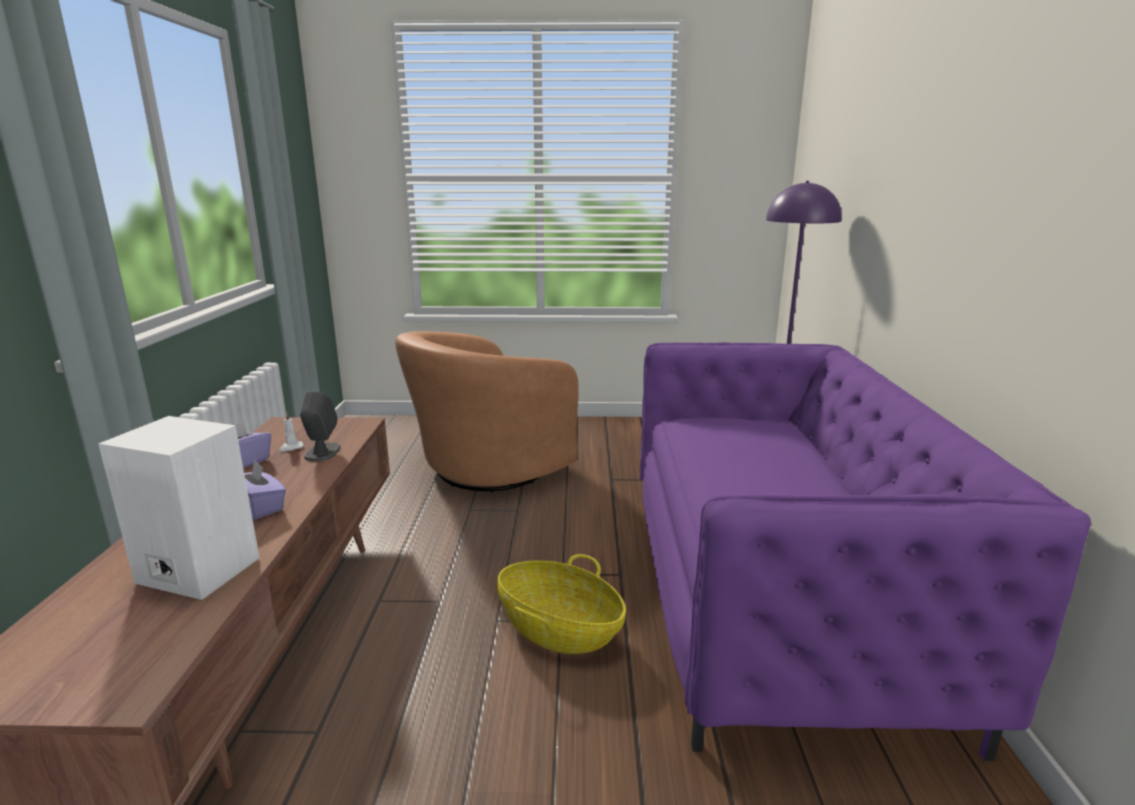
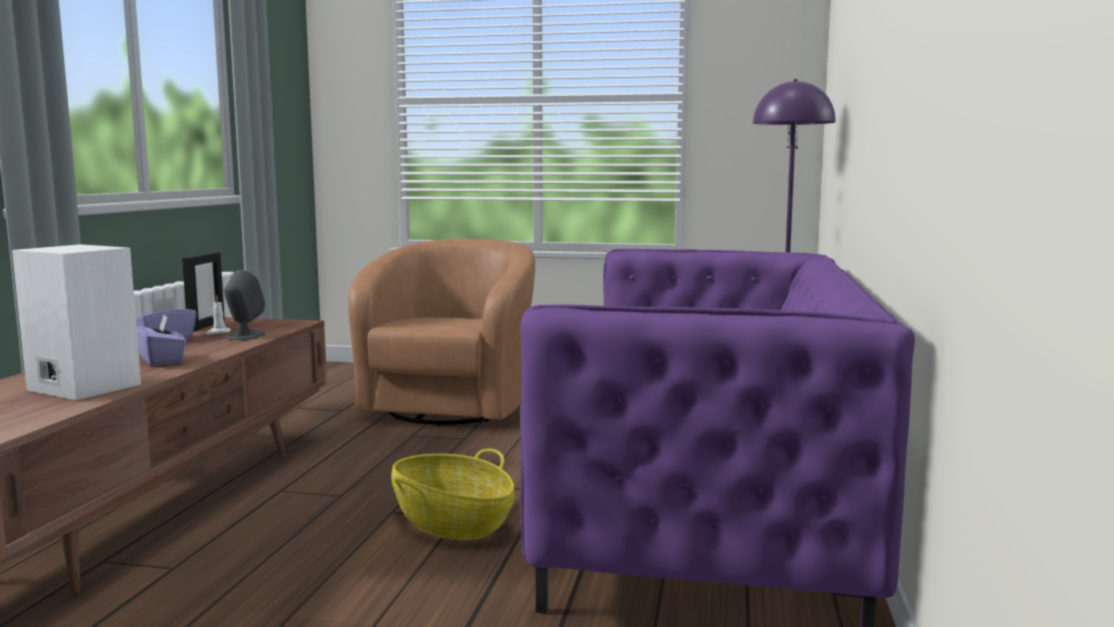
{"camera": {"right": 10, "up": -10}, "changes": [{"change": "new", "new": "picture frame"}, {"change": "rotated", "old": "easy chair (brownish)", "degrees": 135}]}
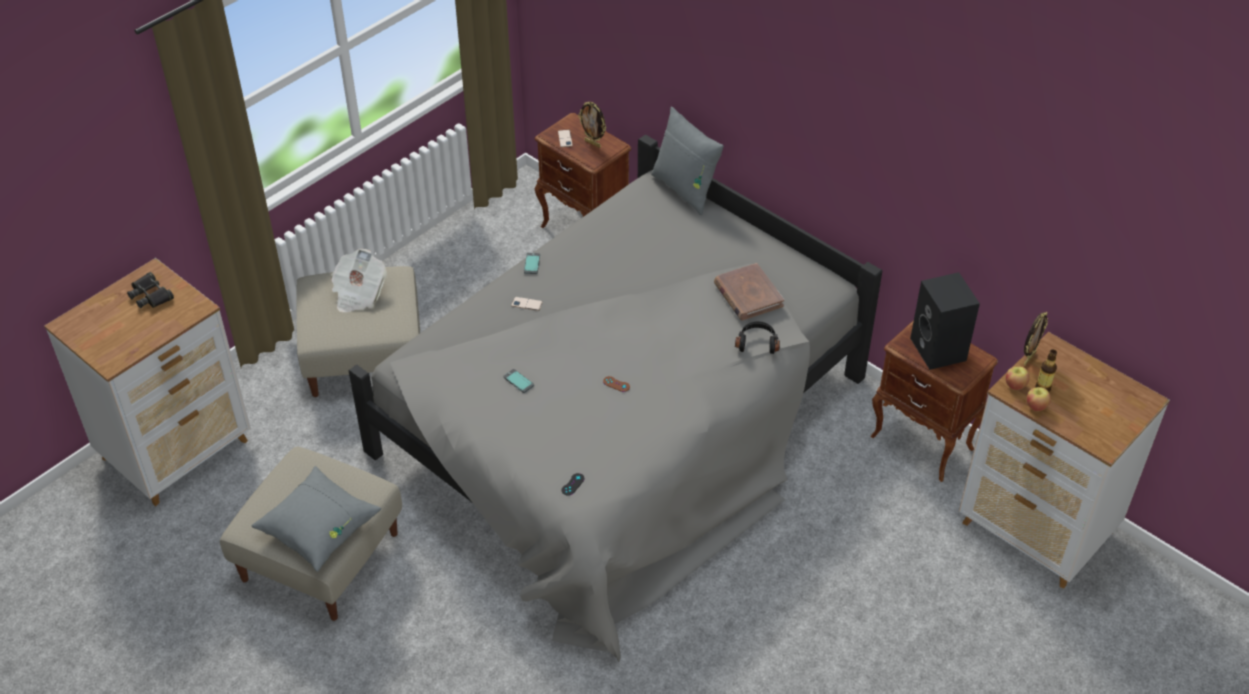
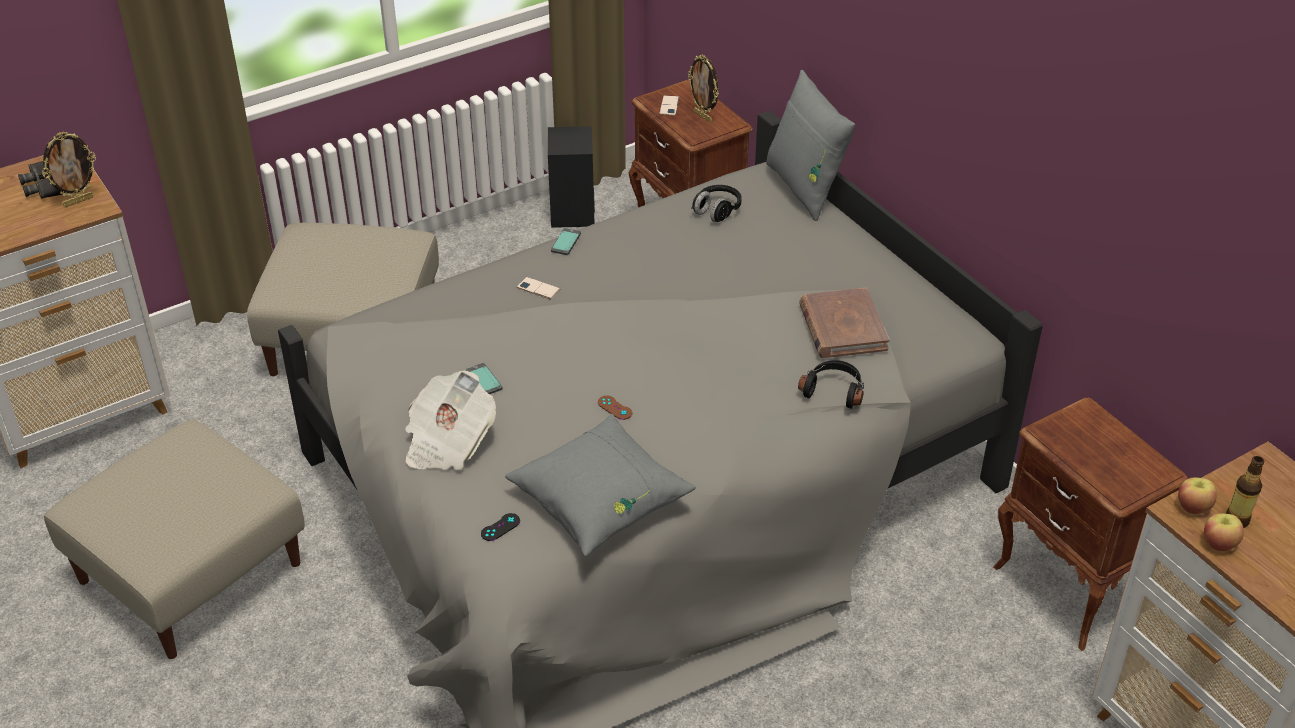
{"camera": {"right": 15, "up": -5}, "changes": [{"change": "shifted", "old": "picture frame (no. 2 from left in the first image)", "new": "picture frame (no. 1 from left)"}, {"change": "shifted", "old": "newspaper"}, {"change": "shifted", "old": "cushion (greyish) (no. 1 from left)"}, {"change": "shifted", "old": "speaker (black-coloured)"}, {"change": "new", "new": "headset (black-coloured) (no. 1 from left)"}]}
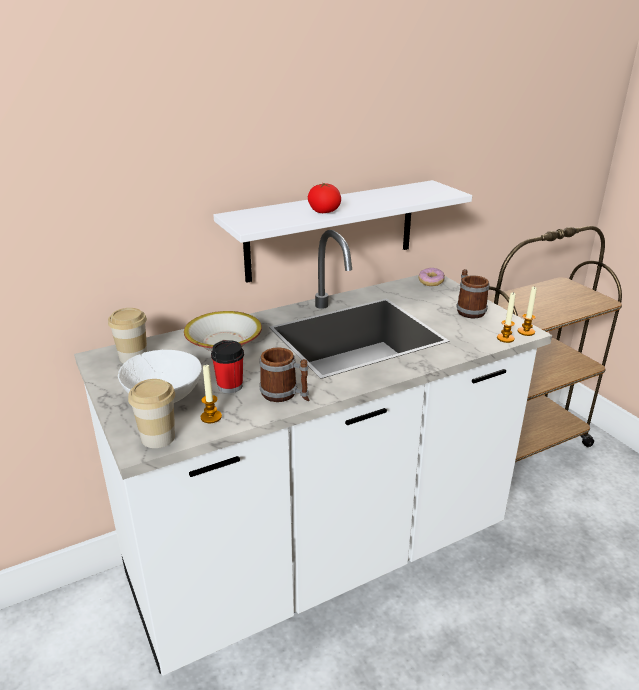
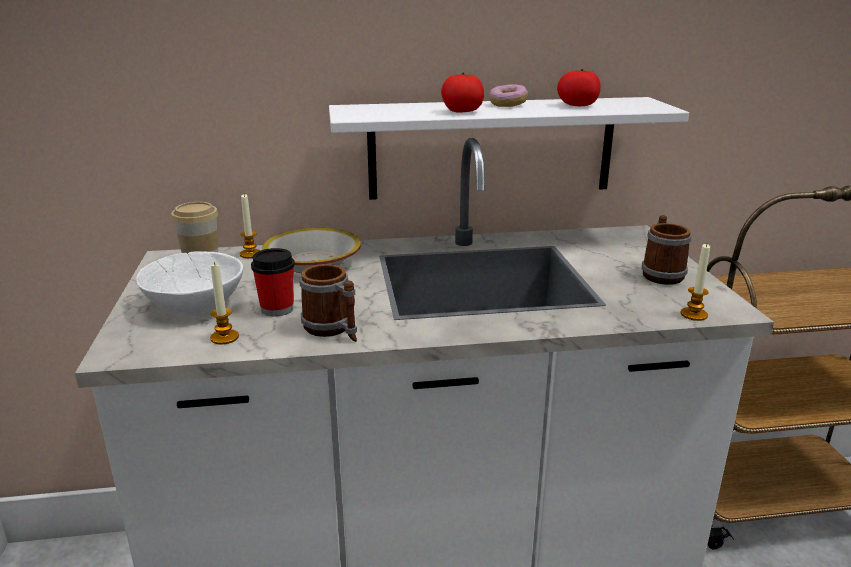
{"camera": {"right": 20, "up": -5}, "changes": [{"change": "shifted", "old": "wax light (no. 3 from left in the first image)", "new": "wax light (no. 2 from left)"}, {"change": "shifted", "old": "ring doughnut"}, {"change": "new", "new": "whole tomato (no. 2 from left)"}, {"change": "gone", "old": "drinking cup (no. 2 from left)"}]}
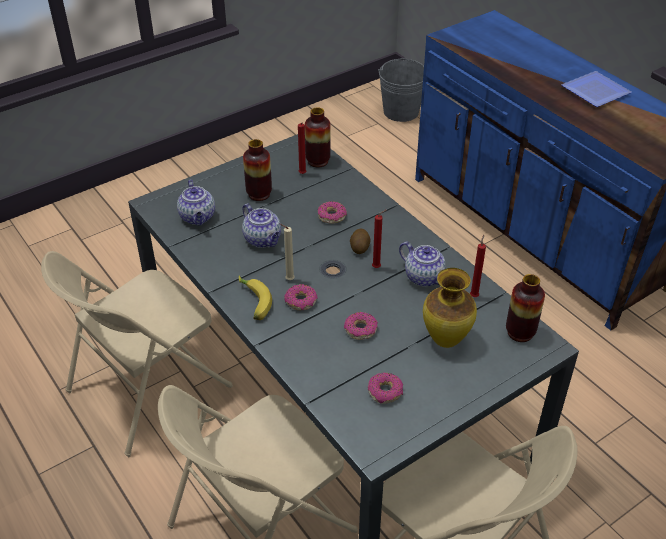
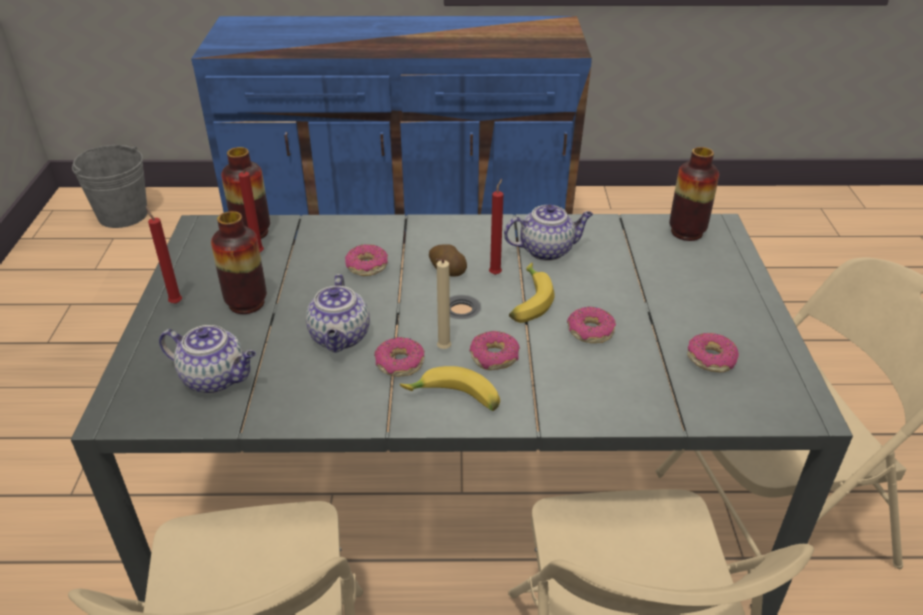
{"camera": {"right": -55, "up": -5}, "changes": [{"change": "shifted", "old": "wax light (red-coloured) (no. 3 from left in the first image)", "new": "wax light (red-coloured) (no. 1 from left)"}, {"change": "rotated", "old": "pot for tea (no. 2 from left)", "degrees": 90}, {"change": "new", "new": "ring doughnut (no. 2 from left)"}, {"change": "new", "new": "whole banana (no. 2 from left)"}, {"change": "gone", "old": "decorative vase (no. 3 from left)"}, {"change": "gone", "old": "flat dish"}]}
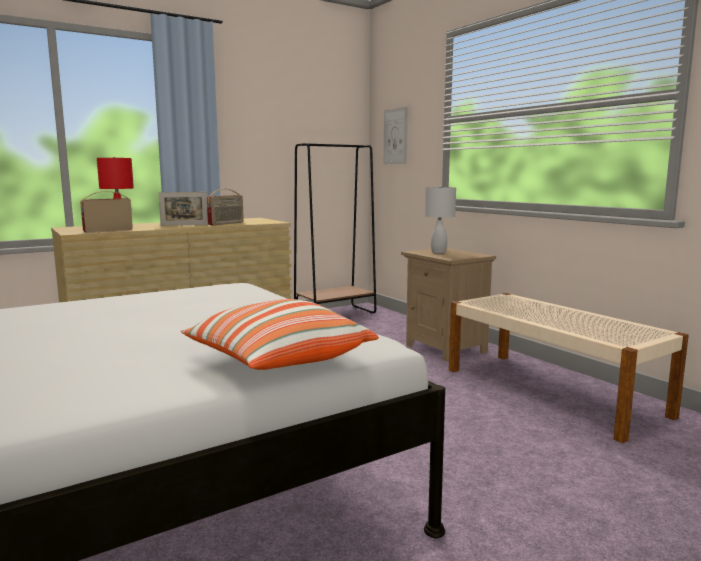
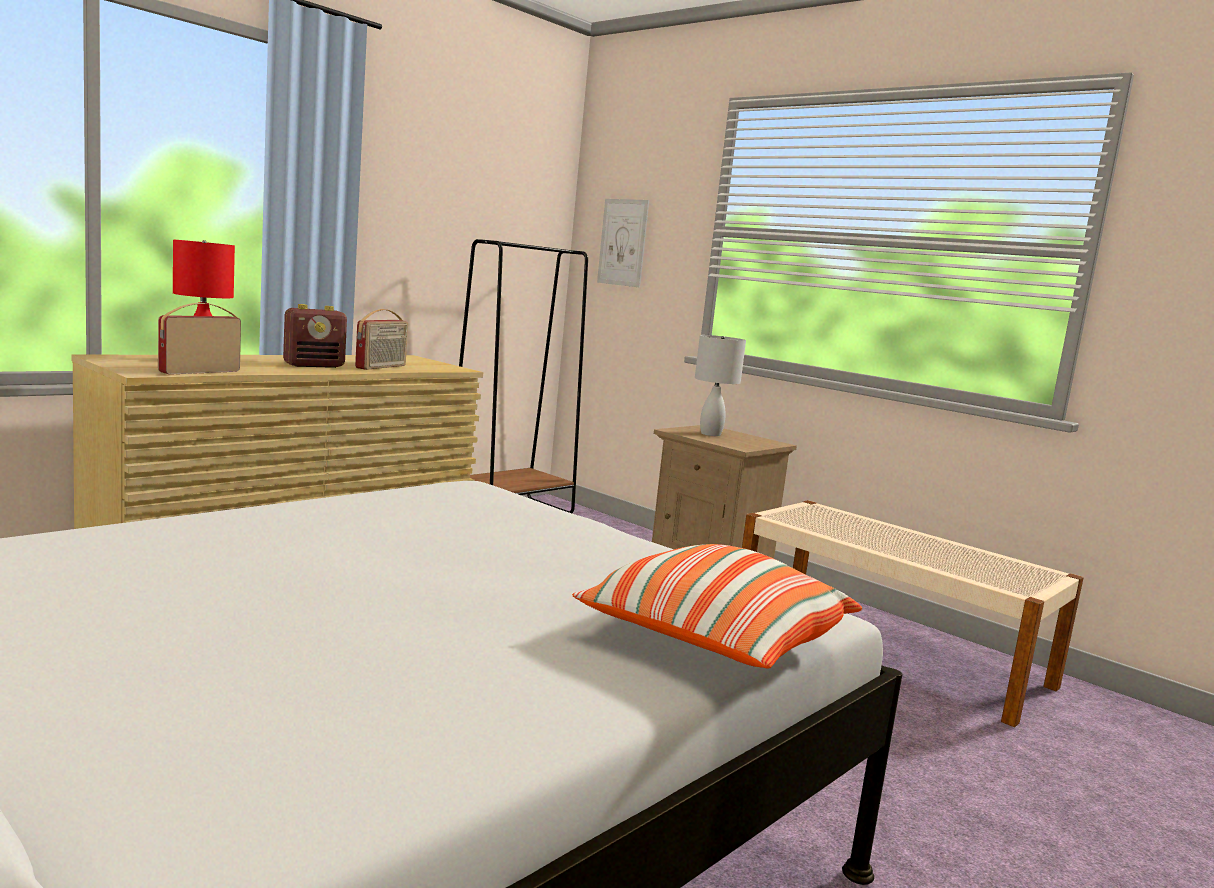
{"camera": {"right": -15, "up": 0}, "changes": [{"change": "swapped", "old": "picture frame", "new": "radio (no. 2 from left)"}]}
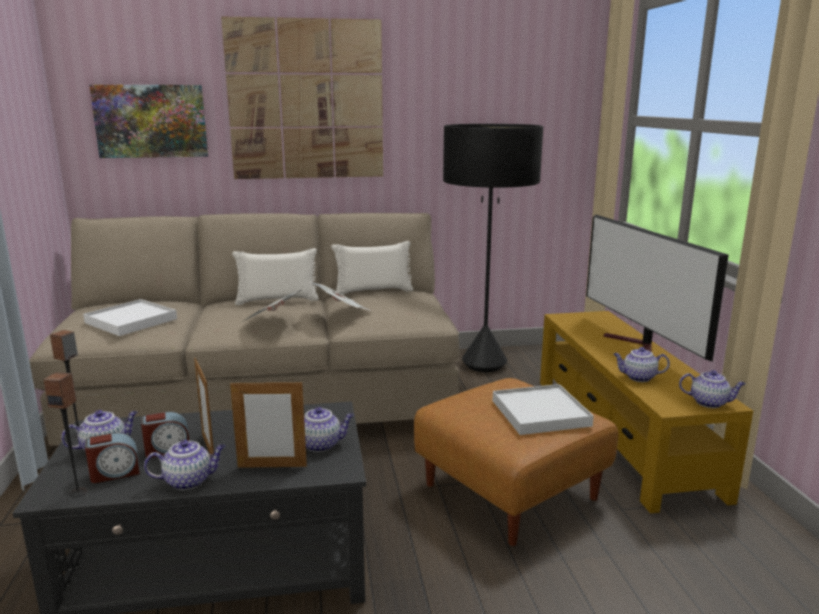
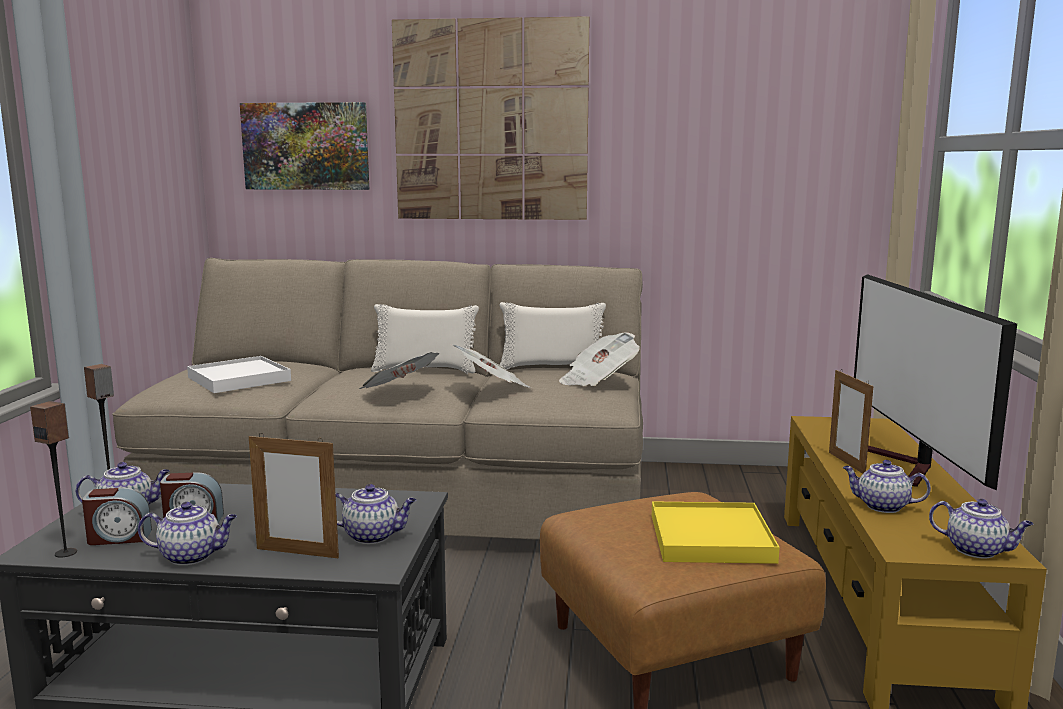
{"camera": {"right": 15, "up": -5}, "changes": [{"change": "new", "new": "newspaper (no. 3 from left)"}, {"change": "repainted", "old": "serving tray (whitish) (no. 2 from left)", "new": "serving tray (yellow)"}, {"change": "shifted", "old": "picture frame (no. 1 from left in the first image)", "new": "picture frame (no. 2 from left)"}, {"change": "gone", "old": "floor lamp (black-coloured)"}]}
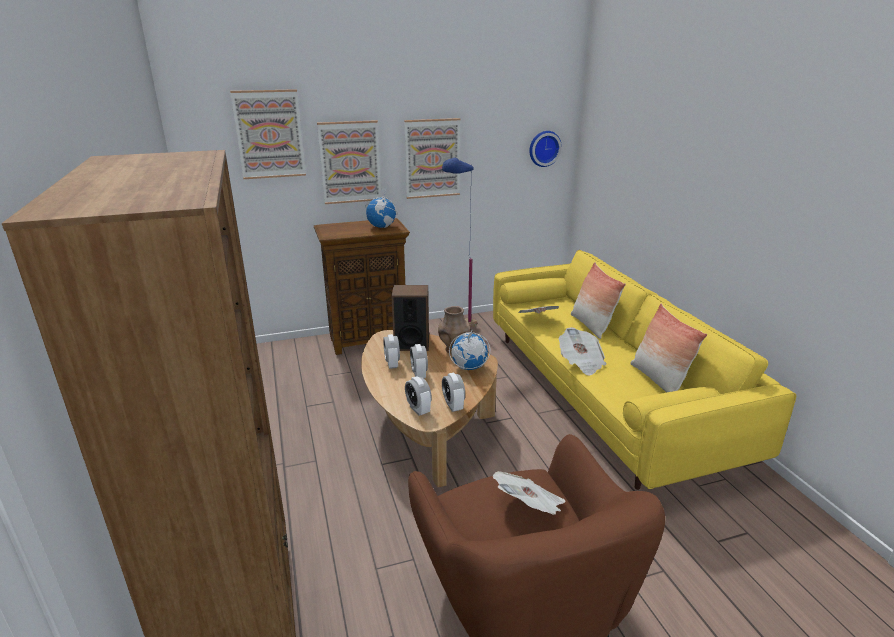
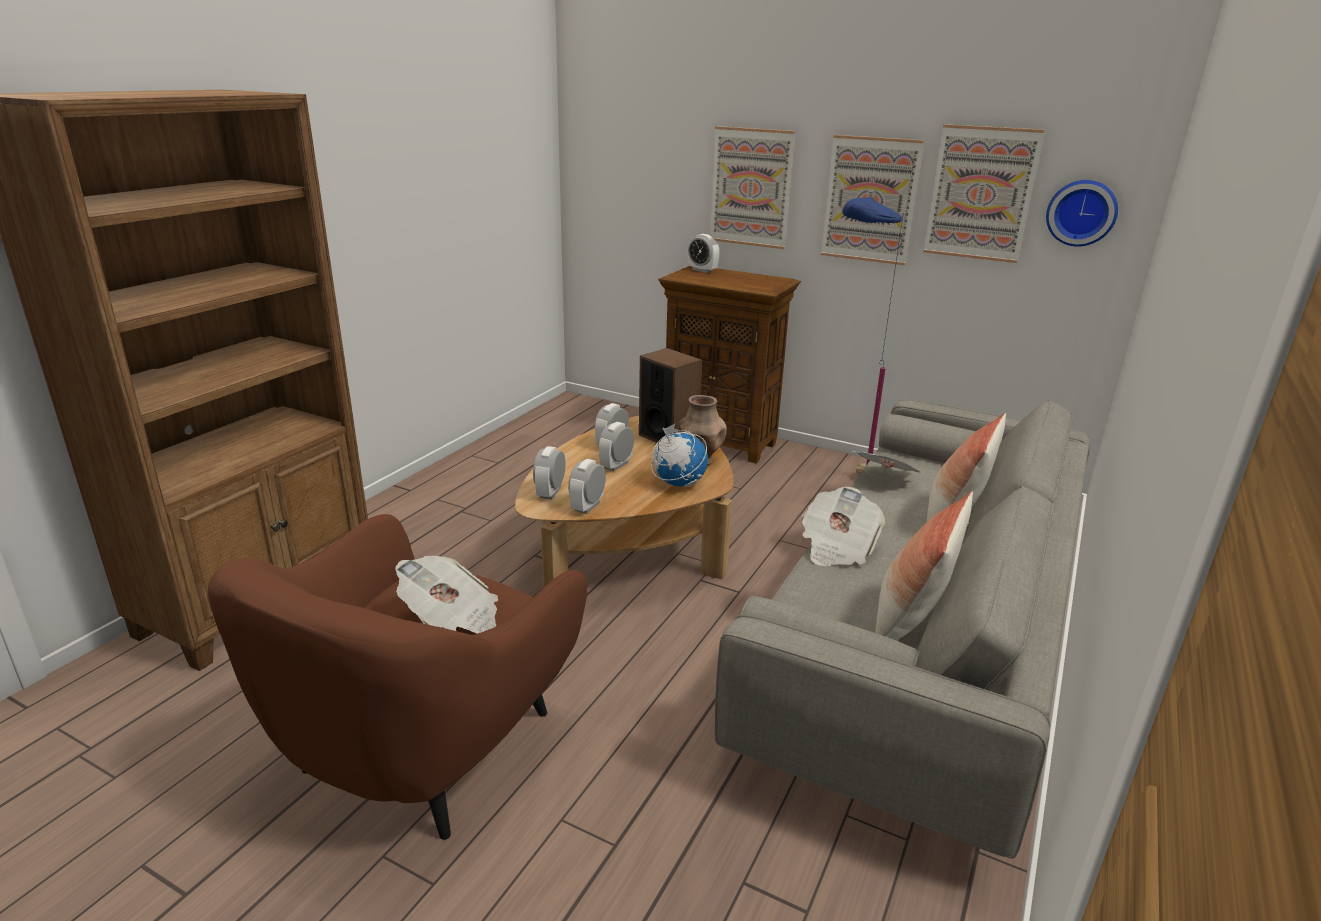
{"camera": {"right": 45, "up": 0}, "changes": [{"change": "new", "new": "alarm clock (no. 5 from left)"}, {"change": "repainted", "old": "sofa (yellow)", "new": "sofa (greyish)"}, {"change": "shifted", "old": "wall art (no. 1 from left in the first image)", "new": "wall art (no. 3 from left)"}, {"change": "gone", "old": "globe (no. 1 from left)"}]}
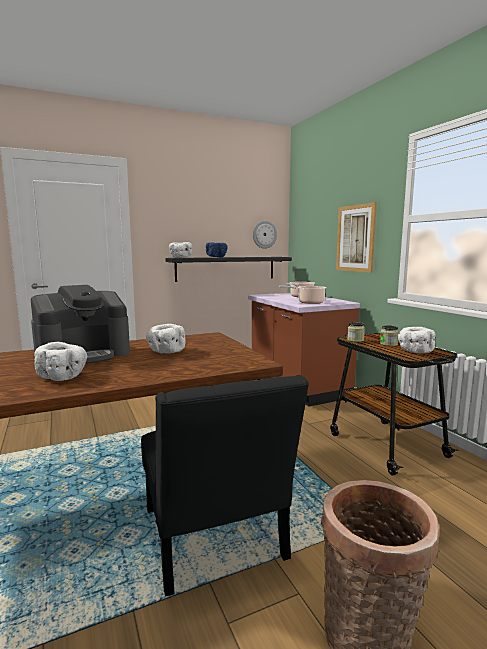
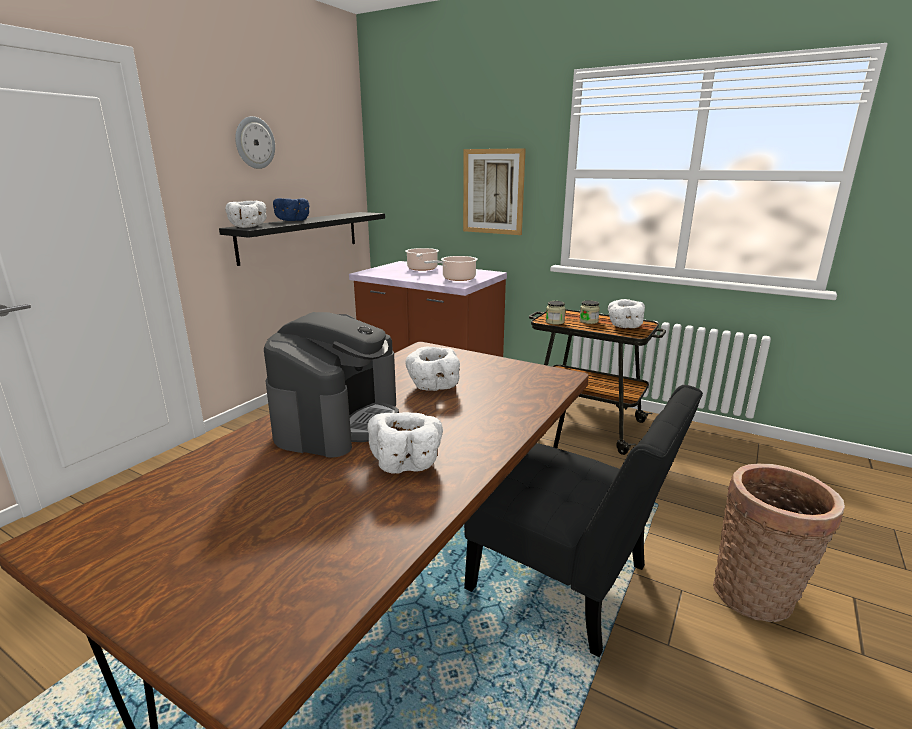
{"camera": {"right": -35, "up": 10}, "changes": [{"change": "shifted", "old": "hanging clock"}]}
